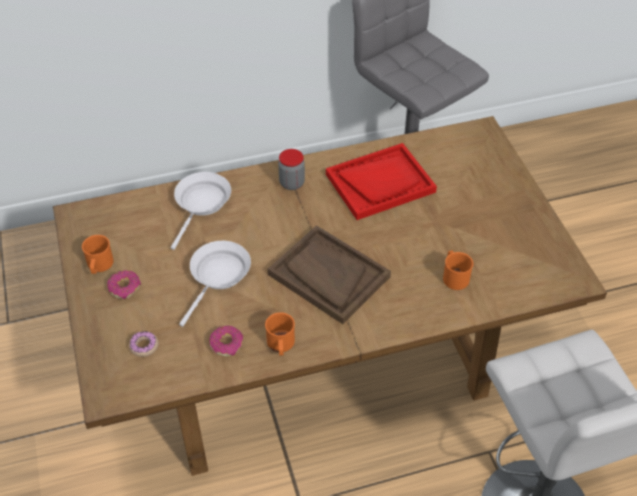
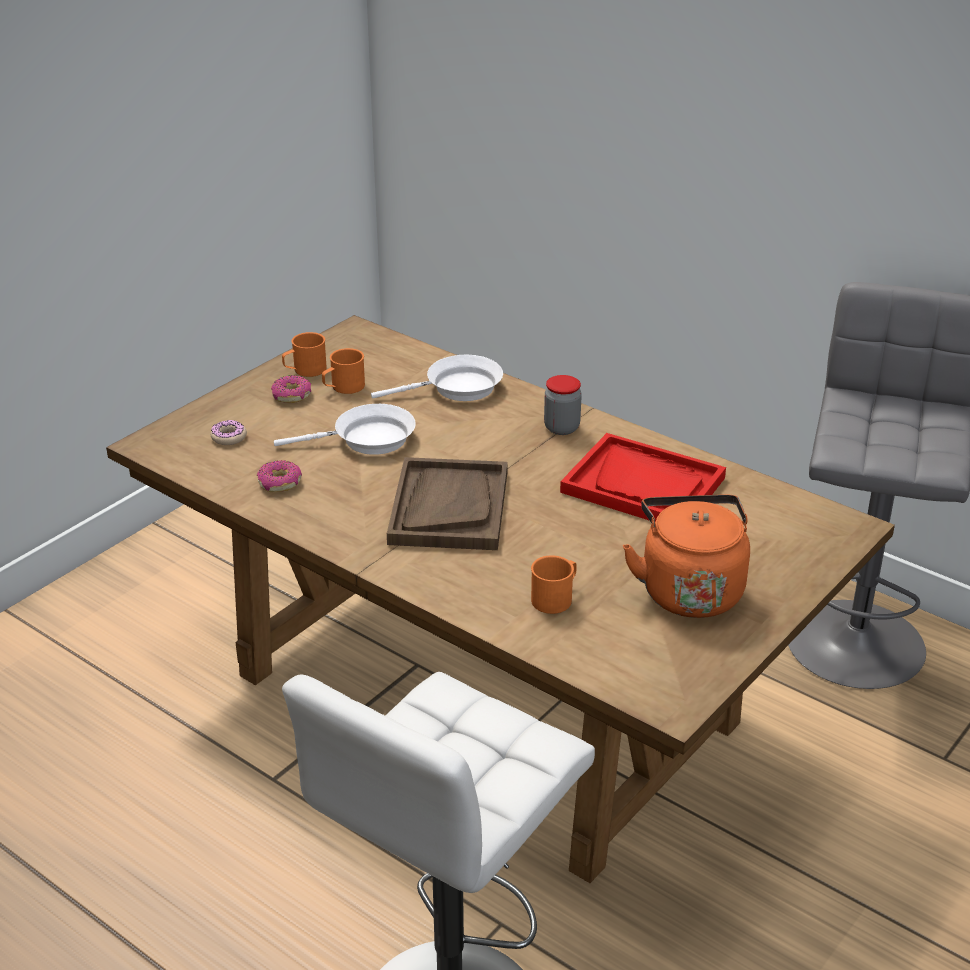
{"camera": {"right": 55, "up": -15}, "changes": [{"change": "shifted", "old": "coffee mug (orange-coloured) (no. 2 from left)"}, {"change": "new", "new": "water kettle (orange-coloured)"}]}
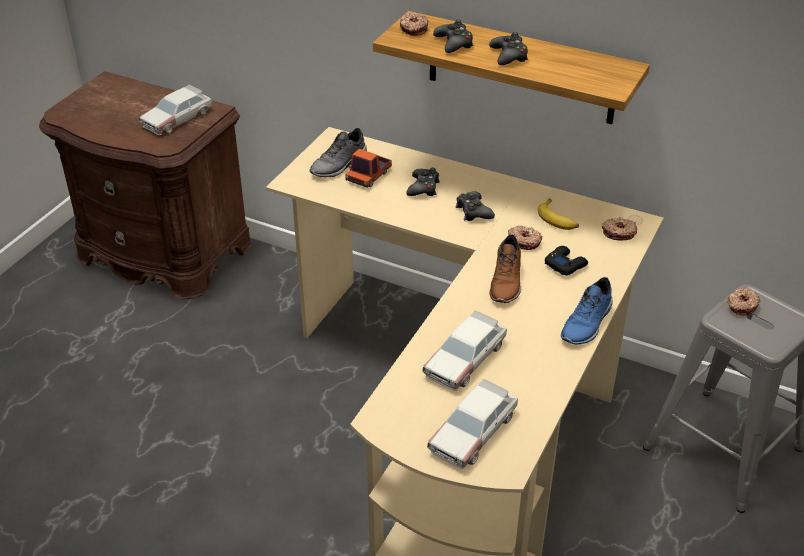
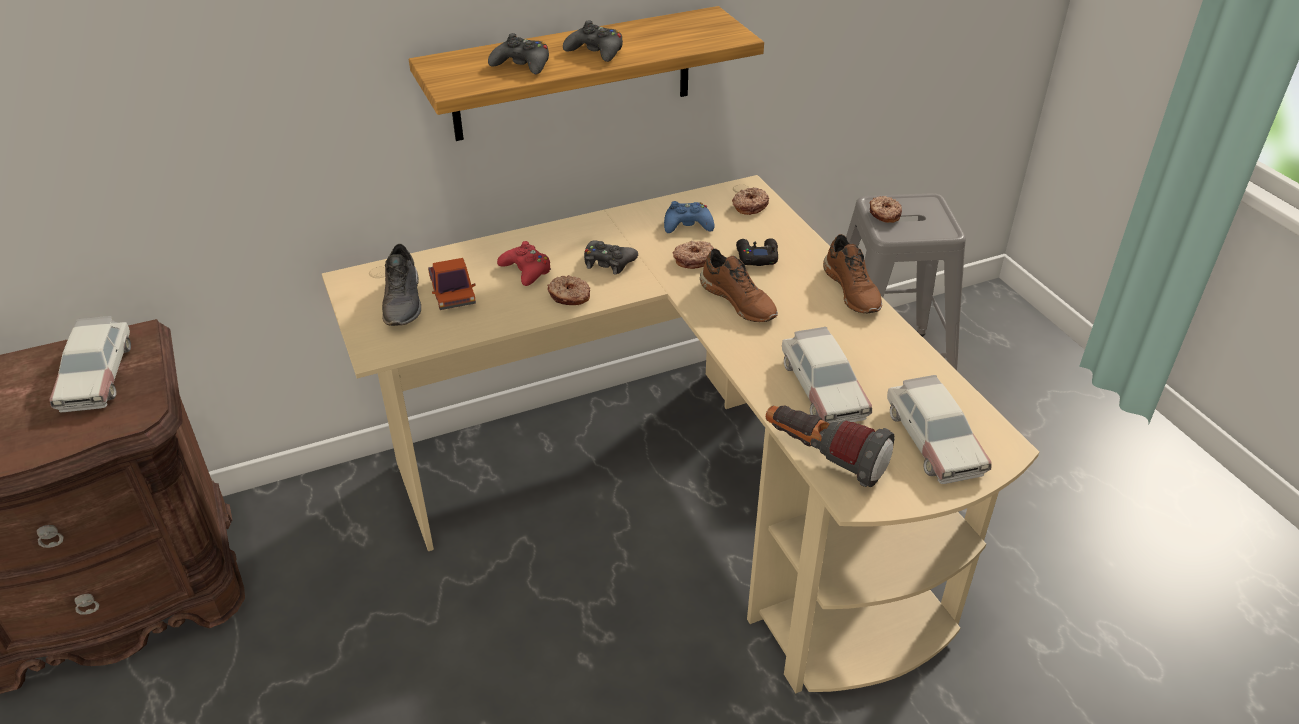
{"camera": {"right": -50, "up": 0}, "changes": [{"change": "repainted", "old": "gamepad (black-coloured) (no. 1 from left)", "new": "gamepad (red-coloured)"}, {"change": "shifted", "old": "ring doughnut (no. 1 from left)"}, {"change": "swapped", "old": "whole banana", "new": "gamepad (blue-coloured)"}, {"change": "new", "new": "hand torch"}, {"change": "repainted", "old": "item of footwear (blue-coloured)", "new": "item of footwear (brownish) (no. 2 from left)"}]}
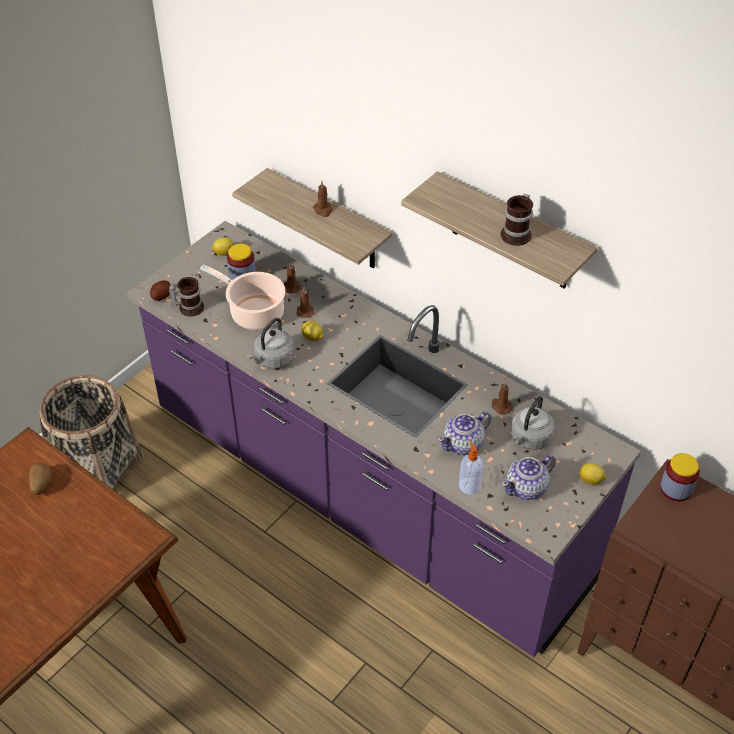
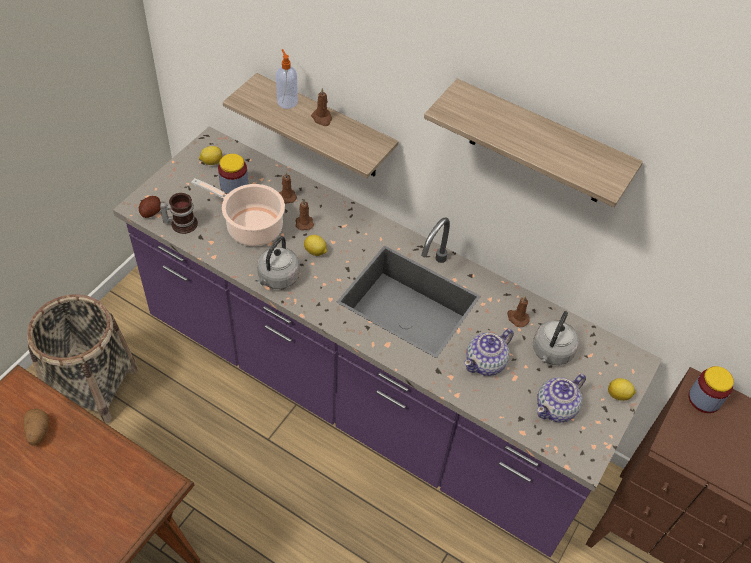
{"camera": {"right": -10, "up": 5}, "changes": [{"change": "shifted", "old": "liquid soap bottle"}, {"change": "gone", "old": "coffee mug (no. 2 from left)"}]}
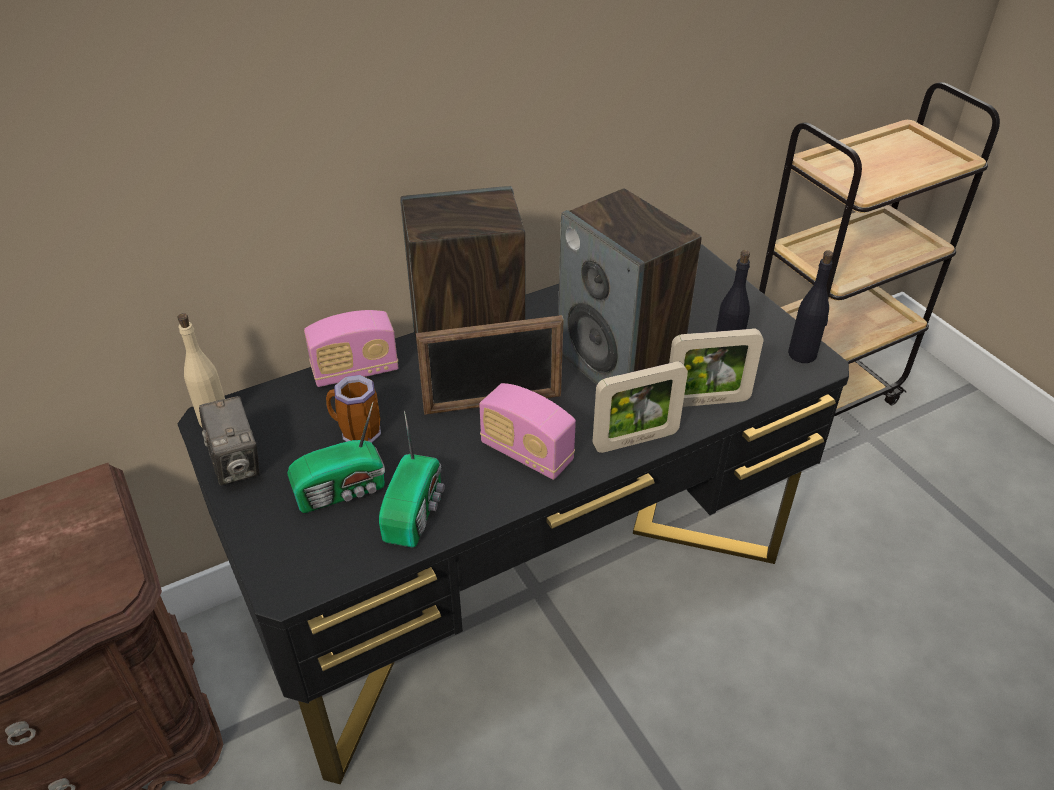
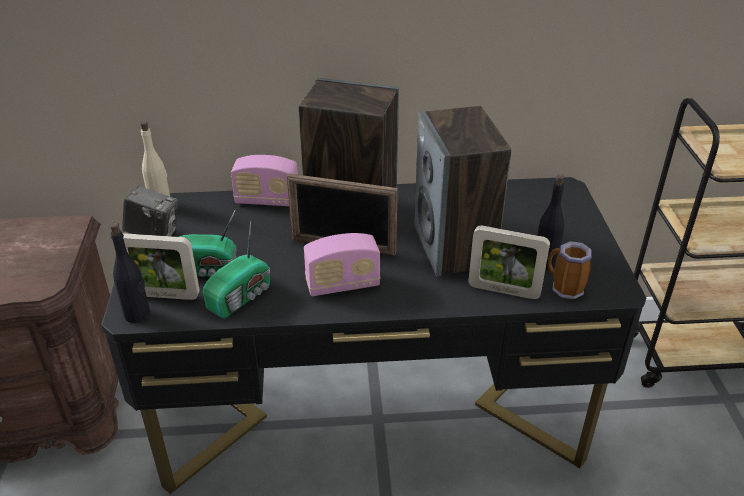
{"camera": {"right": 25, "up": -5}, "changes": [{"change": "shifted", "old": "bottle (black-coloured) (no. 2 from left in the first image)", "new": "bottle (black-coloured) (no. 1 from left)"}, {"change": "rotated", "old": "still camera", "degrees": -75}, {"change": "shifted", "old": "picture frame (no. 2 from left in the first image)", "new": "picture frame (no. 1 from left)"}, {"change": "rotated", "old": "radio (no. 4 from left)", "degrees": -75}, {"change": "shifted", "old": "coffee mug"}]}
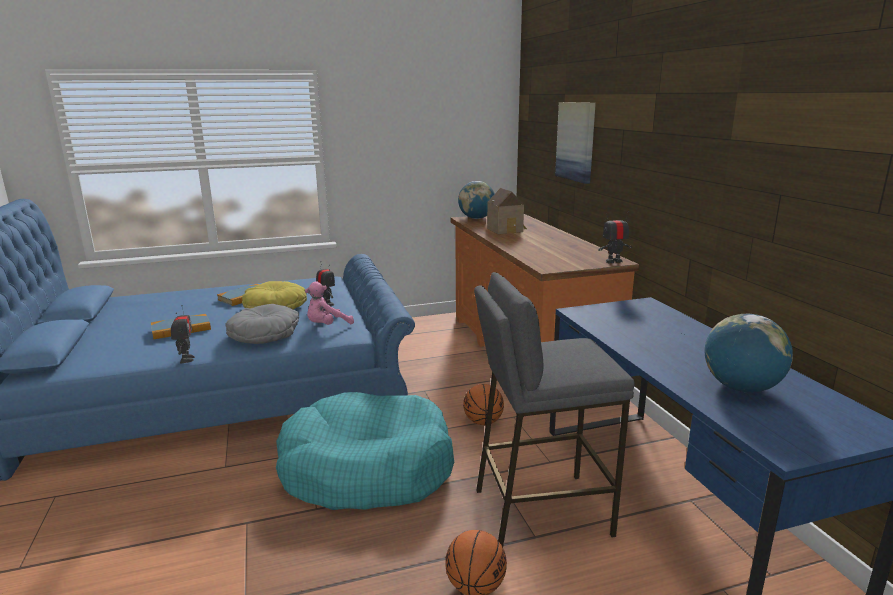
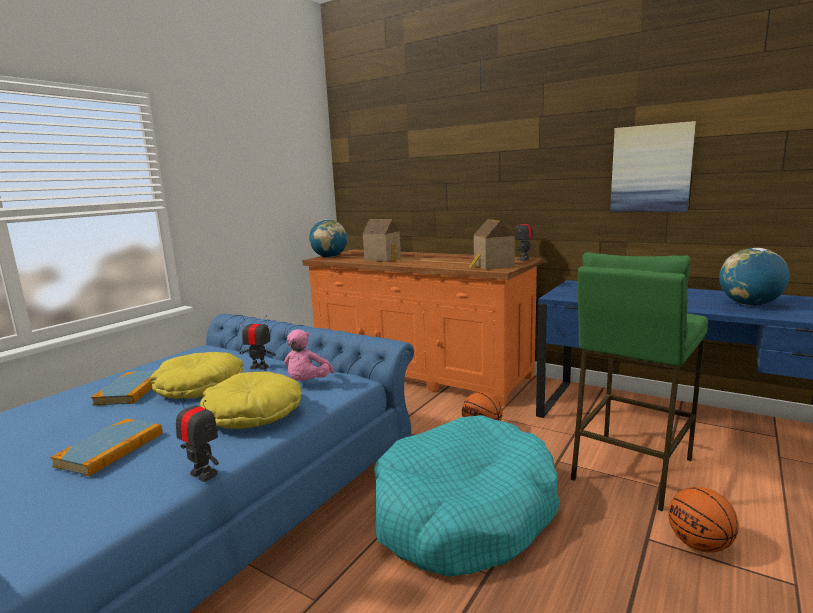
{"camera": {"right": -40, "up": -5}, "changes": [{"change": "repainted", "old": "cushion (greyish)", "new": "cushion (yellow) (no. 2 from left)"}, {"change": "new", "new": "miniature house (no. 2 from left)"}, {"change": "repainted", "old": "stool (greyish)", "new": "stool (greenish)"}, {"change": "shifted", "old": "wall art"}]}
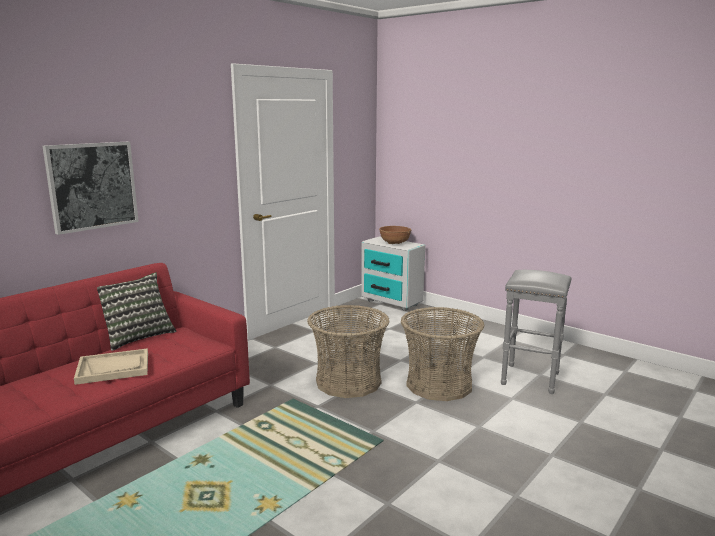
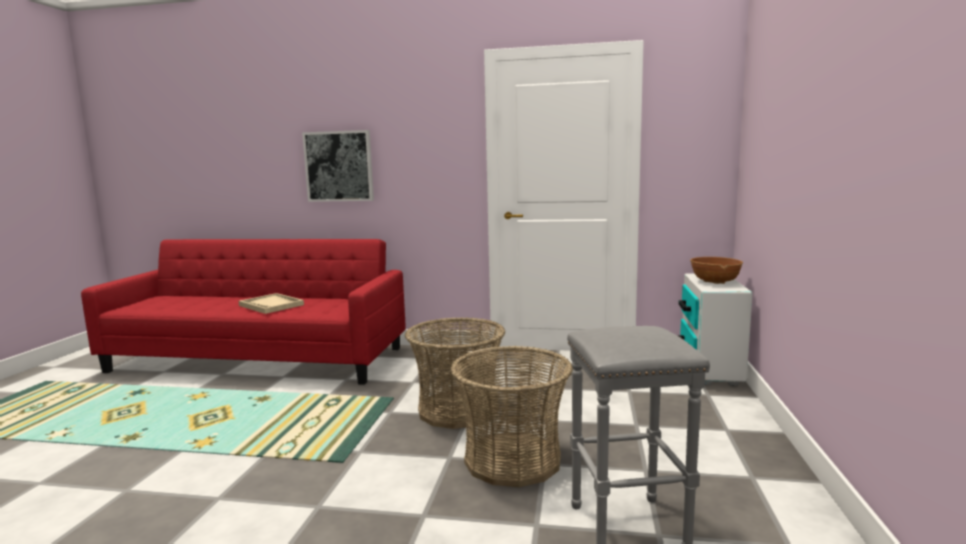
{"camera": {"right": 60, "up": -5}, "changes": [{"change": "gone", "old": "cushion"}]}
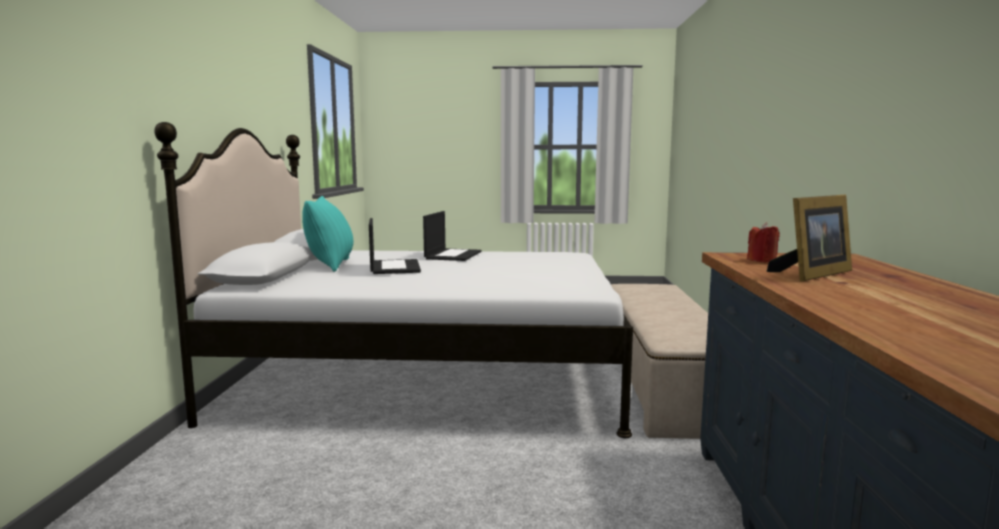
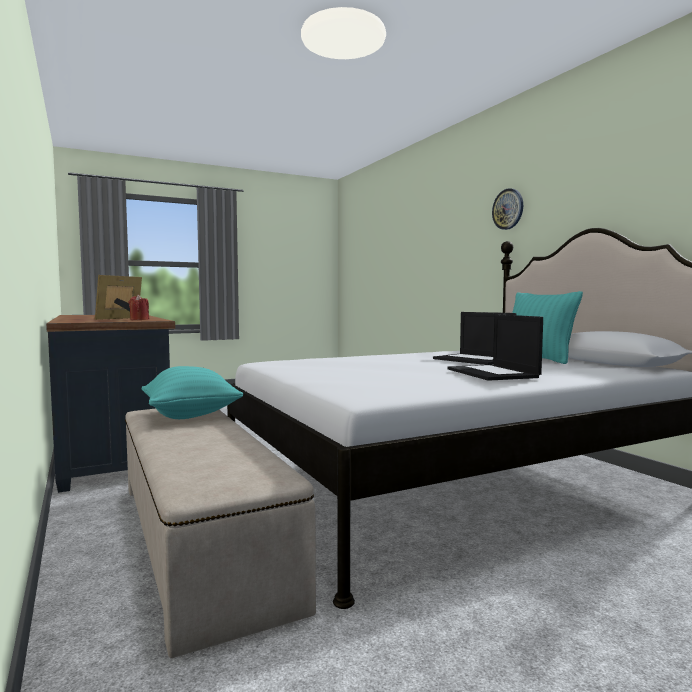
{"camera": {"right": 150, "up": -5}, "changes": [{"change": "new", "new": "cushion (turquoise) (no. 1 from left)"}, {"change": "new", "new": "hanging clock"}]}
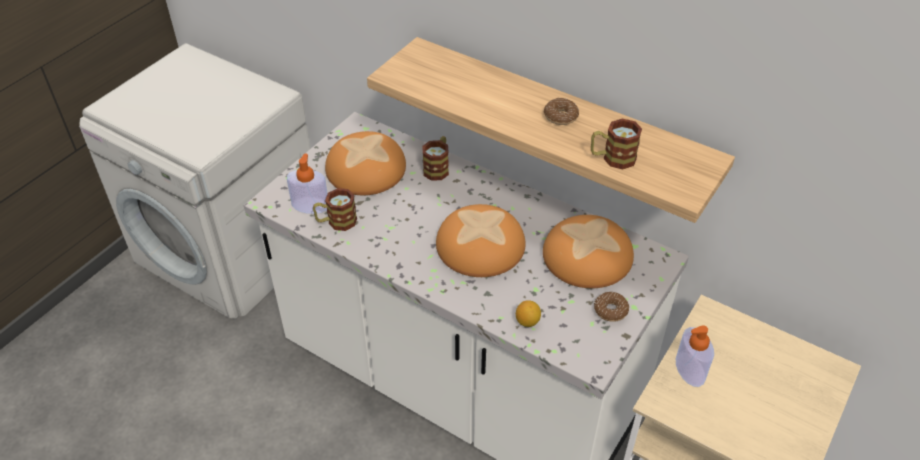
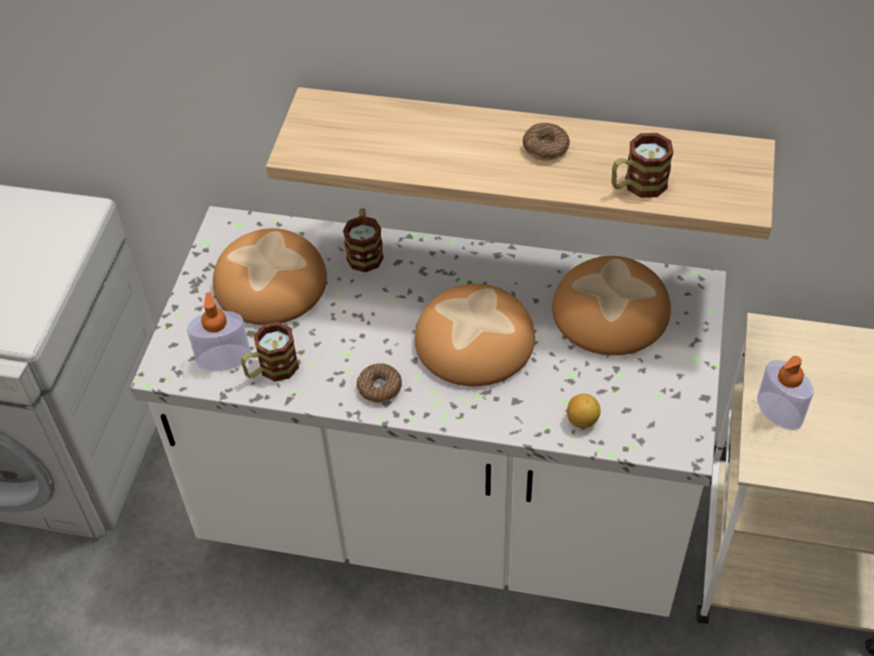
{"camera": {"right": -20, "up": 5}, "changes": [{"change": "shifted", "old": "ring doughnut (no. 2 from left in the first image)", "new": "ring doughnut (no. 1 from left)"}]}
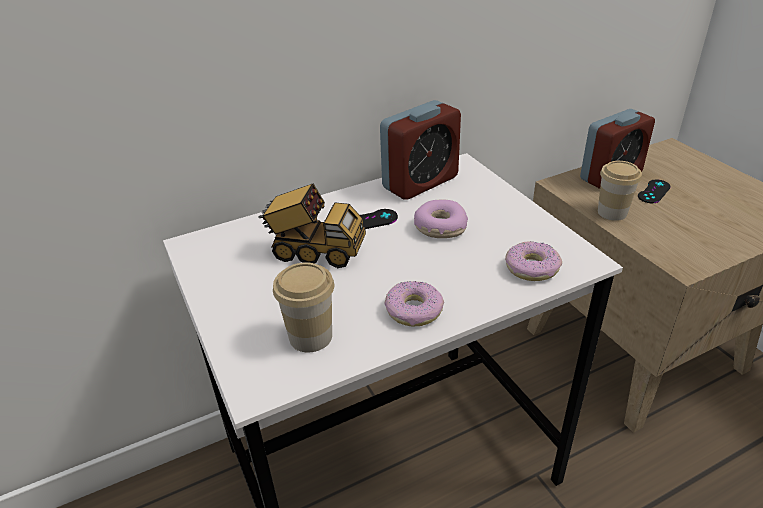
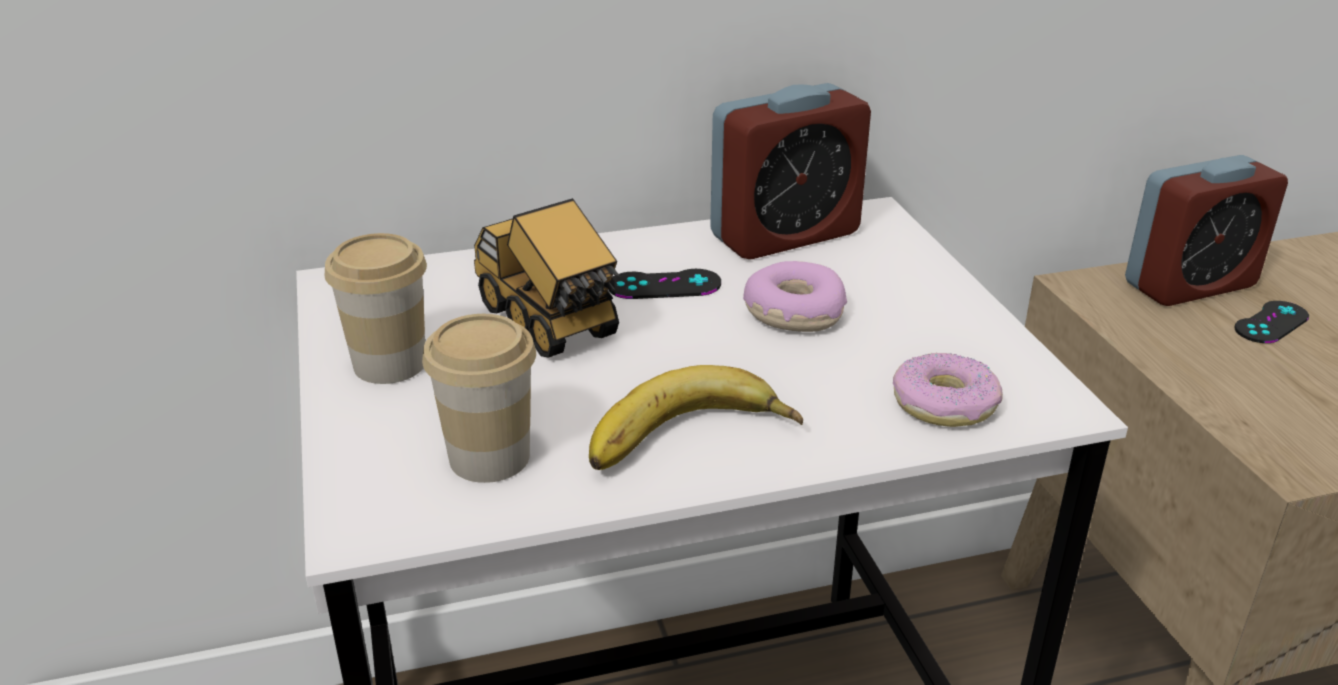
{"camera": {"right": 10, "up": -5}, "changes": [{"change": "shifted", "old": "drinking cup (no. 2 from left in the first image)", "new": "drinking cup (no. 1 from left)"}, {"change": "rotated", "old": "toy truck", "degrees": -150}, {"change": "swapped", "old": "ring doughnut (no. 1 from left)", "new": "whole banana"}]}
